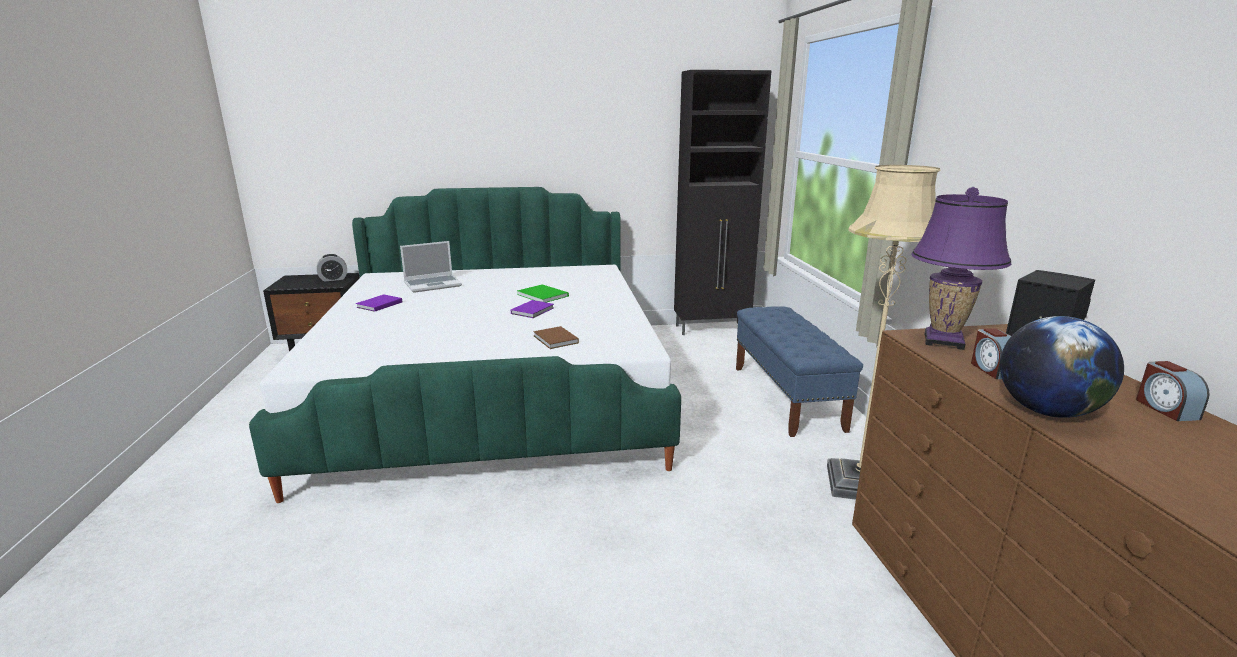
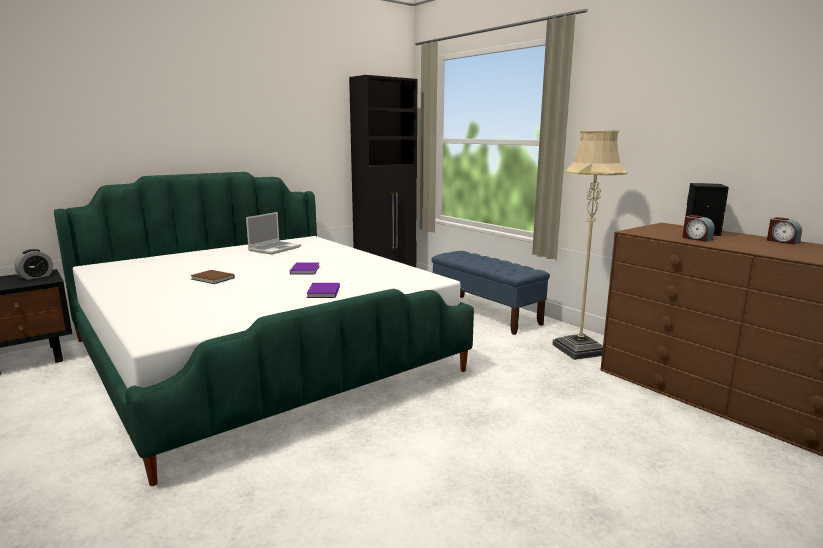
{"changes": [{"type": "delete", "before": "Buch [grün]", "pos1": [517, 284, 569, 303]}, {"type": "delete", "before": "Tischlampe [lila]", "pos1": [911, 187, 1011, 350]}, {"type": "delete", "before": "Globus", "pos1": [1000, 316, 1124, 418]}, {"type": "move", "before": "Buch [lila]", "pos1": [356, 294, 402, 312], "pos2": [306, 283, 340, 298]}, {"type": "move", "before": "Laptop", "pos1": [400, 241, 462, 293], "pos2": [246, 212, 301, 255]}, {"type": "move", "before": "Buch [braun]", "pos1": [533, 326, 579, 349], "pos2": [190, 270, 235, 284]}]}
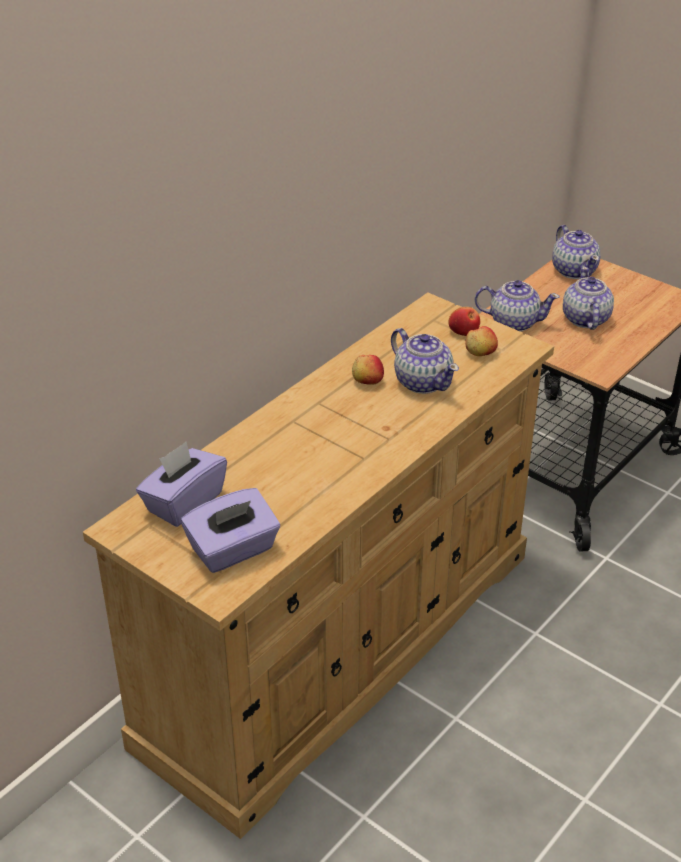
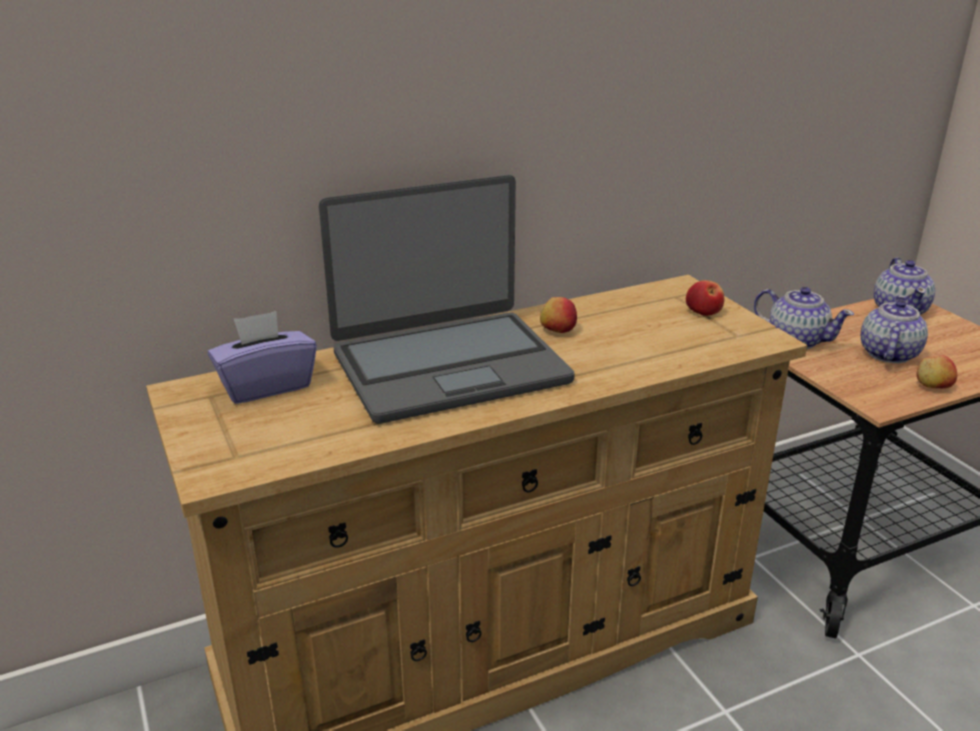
{"changes": [{"type": "delete", "before": "Taschentuchbox [lila]", "pos1": [181, 488, 280, 573]}, {"type": "delete", "before": "Teekanne", "pos1": [391, 328, 459, 394]}, {"type": "insert", "after": "Laptop", "pos2": [319, 175, 575, 424]}, {"type": "move", "before": "Apfel", "pos1": [465, 326, 498, 356], "pos2": [917, 355, 957, 388]}]}
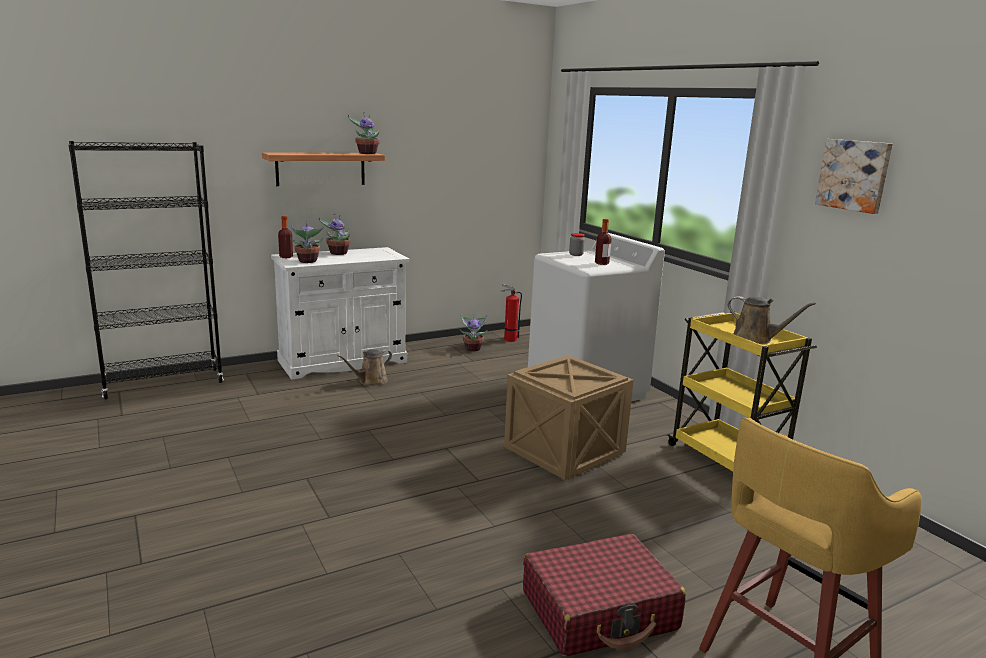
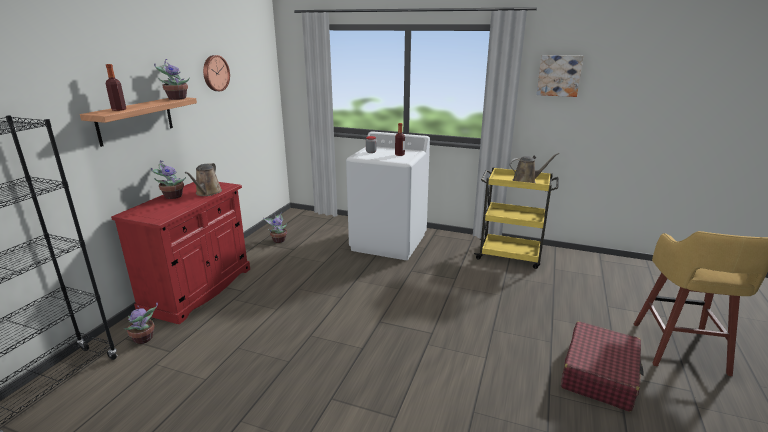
{"changes": [{"type": "delete", "before": "Feuerlöscher", "pos1": [500, 284, 522, 342]}, {"type": "delete", "before": "Kiste", "pos1": [504, 355, 634, 480]}, {"type": "insert", "after": "Wanduhr", "pos2": [203, 55, 230, 91]}, {"type": "move", "before": "Flasche", "pos1": [278, 216, 293, 258], "pos2": [106, 64, 126, 111]}, {"type": "move", "before": "Topfpflanze", "pos1": [290, 224, 324, 263], "pos2": [124, 303, 158, 344]}, {"type": "move", "before": "Gießkanne [braun]", "pos1": [337, 349, 392, 386], "pos2": [185, 163, 222, 196]}, {"type": "recolor", "before": "Schrank [weiß]", "after": "Schrank [rot]", "pos1": [271, 247, 410, 380], "pos2": [111, 182, 250, 324]}]}
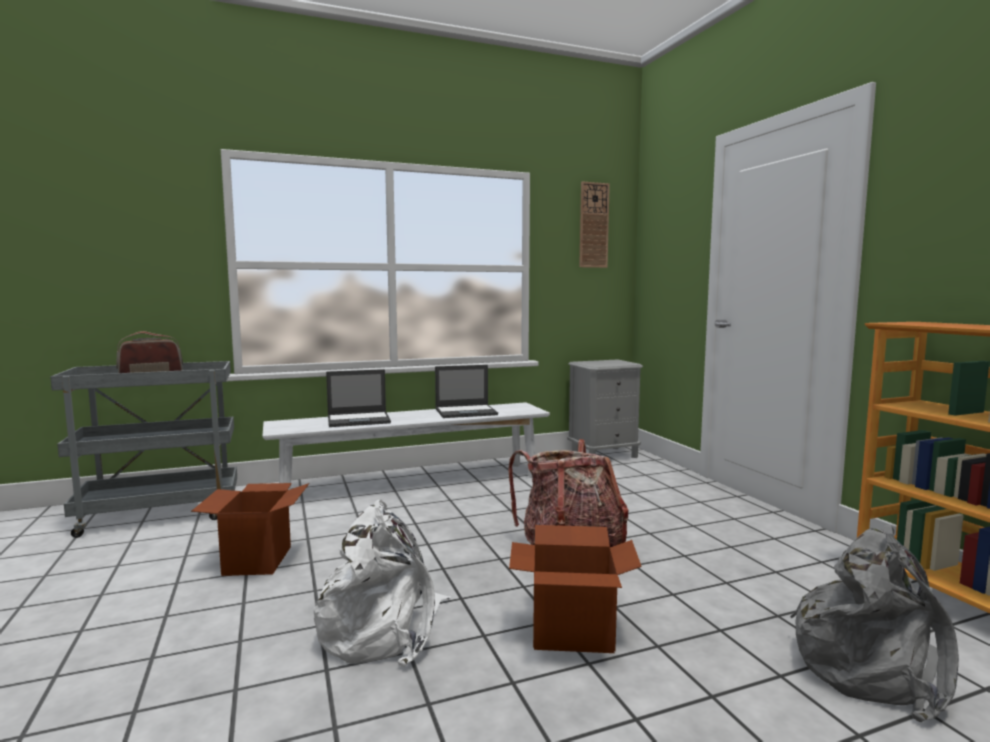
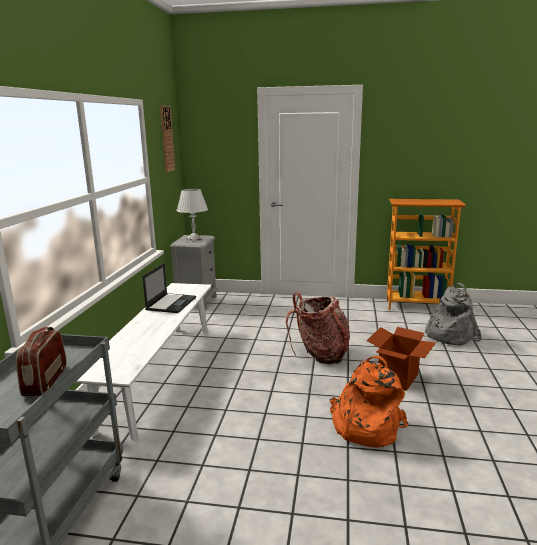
{"changes": [{"type": "delete", "before": "Karton", "pos1": [191, 483, 309, 576]}, {"type": "delete", "before": "Laptop", "pos1": [326, 369, 391, 427]}, {"type": "insert", "after": "Tischlampe [weiß]", "pos2": [176, 189, 208, 241]}, {"type": "recolor", "before": "Rucksack [weiß]", "after": "Rucksack [orange]", "pos1": [314, 499, 451, 667], "pos2": [329, 356, 409, 448]}]}
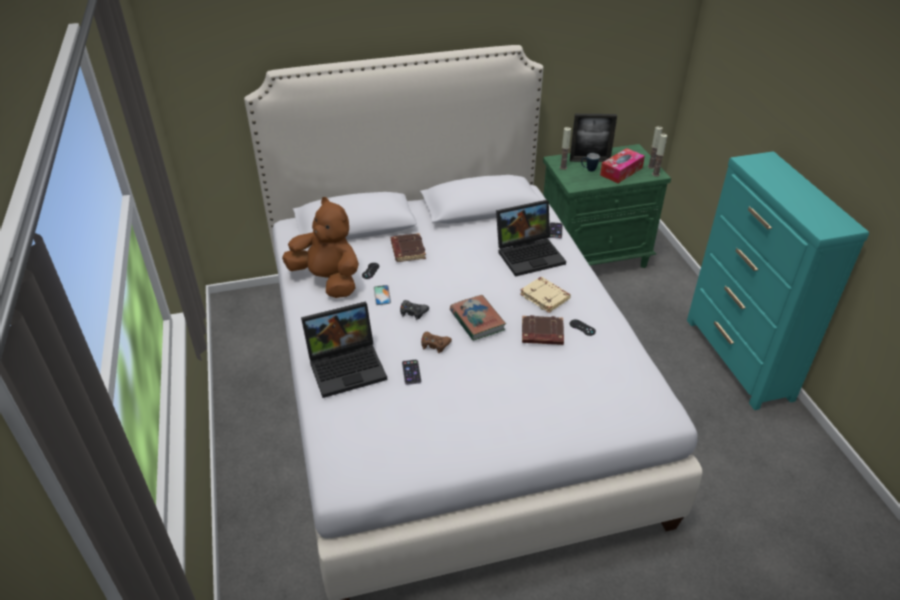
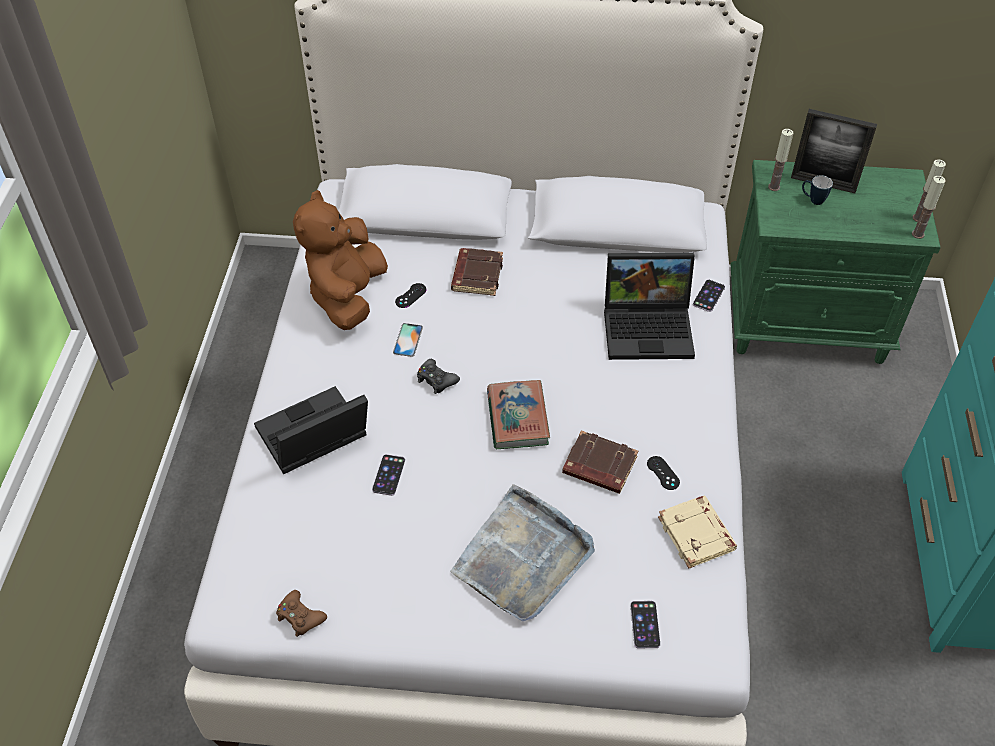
{"changes": [{"type": "delete", "before": "Taschentuchbox", "pos1": [600, 148, 645, 183]}, {"type": "insert", "after": "Tablett [grau]", "pos2": [450, 484, 595, 621]}, {"type": "insert", "after": "Handy", "pos2": [630, 601, 660, 649]}, {"type": "move", "before": "Gamepad [braun]", "pos1": [421, 332, 452, 353], "pos2": [276, 590, 327, 637]}, {"type": "move", "before": "Buch [beige]", "pos1": [520, 277, 571, 313], "pos2": [658, 496, 737, 568]}, {"type": "rotate", "before": "Plüschtier [braun]", "pos1": [282, 197, 359, 298], "pos2": [293, 190, 388, 330], "turn": -135}, {"type": "rotate", "before": "Laptop", "pos1": [301, 301, 387, 398], "pos2": [254, 386, 368, 474], "turn": 150}]}
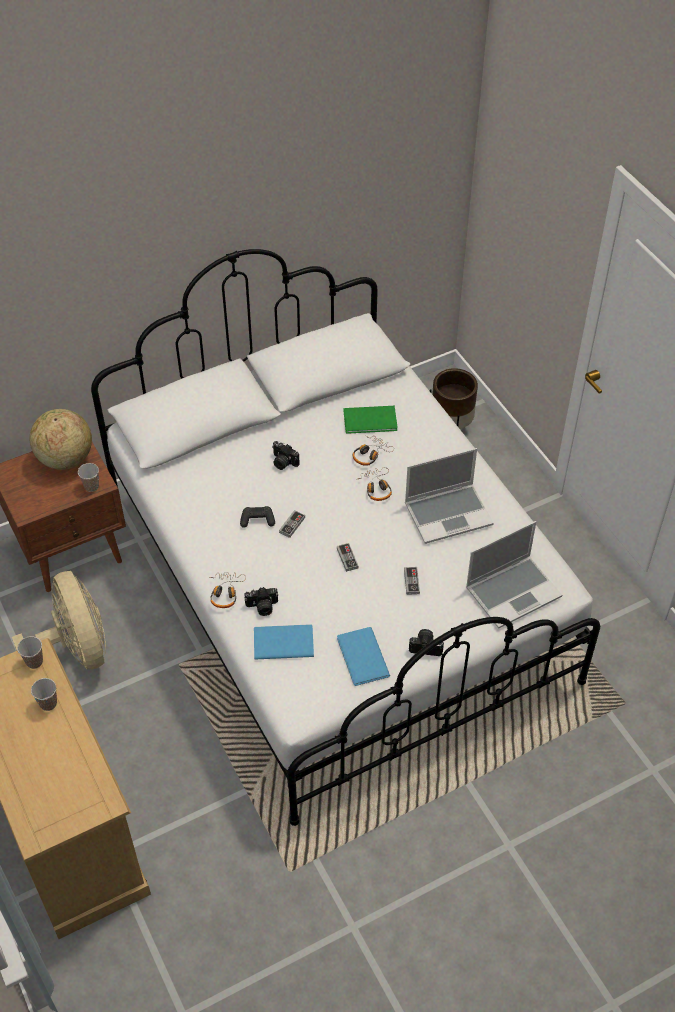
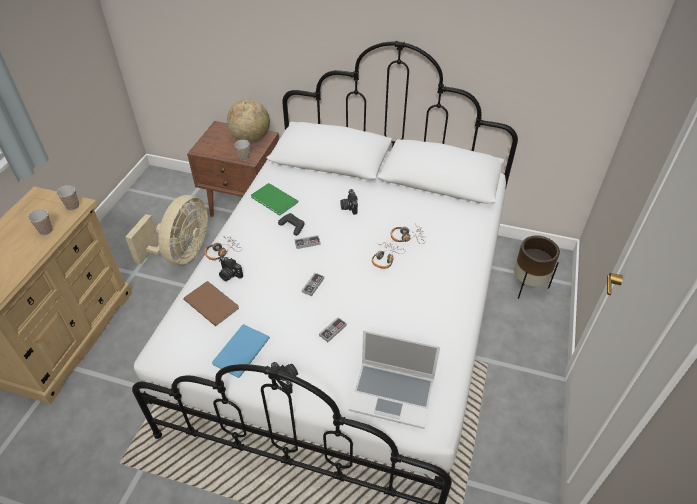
{"changes": [{"type": "delete", "before": "Laptop", "pos1": [405, 448, 494, 544]}, {"type": "move", "before": "Buch [grün]", "pos1": [343, 406, 398, 434], "pos2": [251, 183, 299, 215]}, {"type": "recolor", "before": "Buch [blau]", "after": "Buch [braun]", "pos1": [254, 624, 314, 660], "pos2": [183, 281, 239, 326]}]}
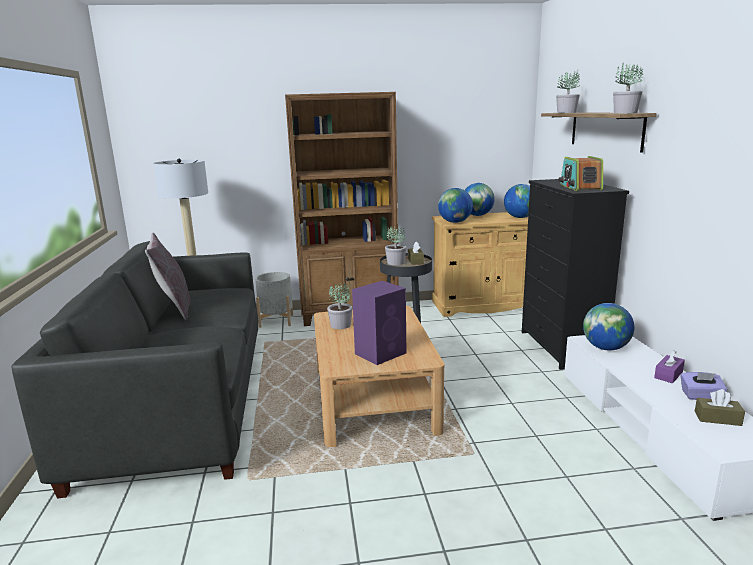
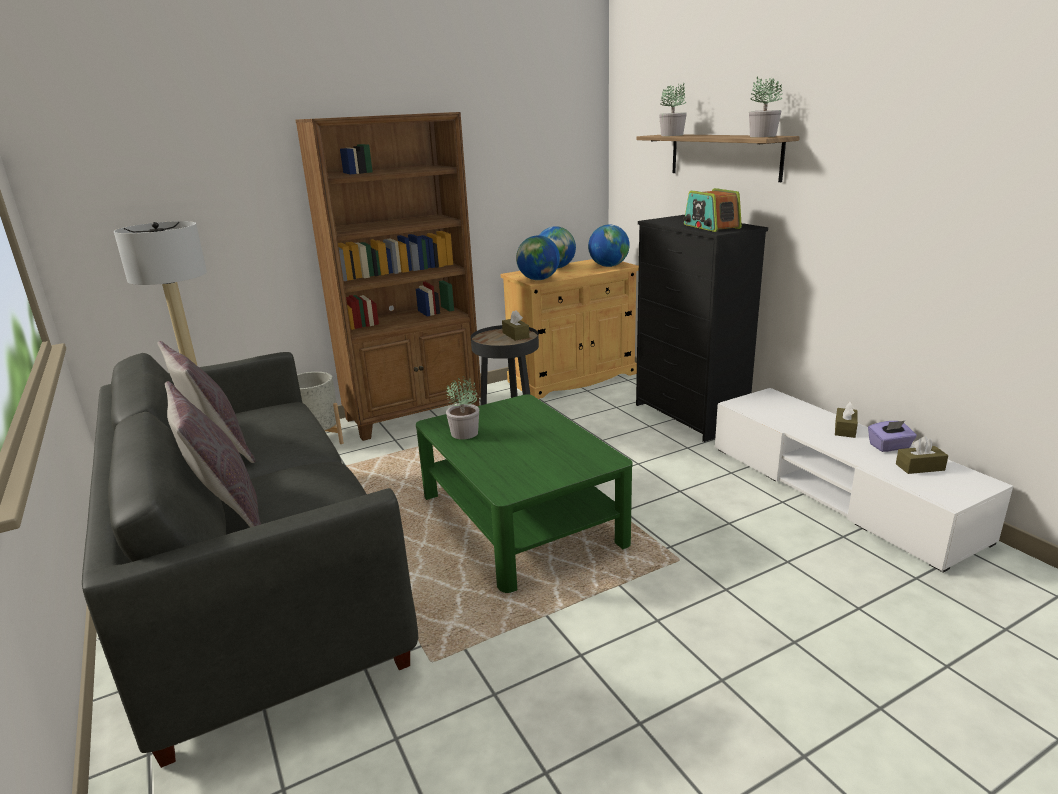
{"changes": [{"type": "delete", "before": "Lautsprecher [lila]", "pos1": [352, 281, 406, 365]}, {"type": "delete", "before": "Topfpflanze", "pos1": [385, 226, 406, 265]}, {"type": "delete", "before": "Globus", "pos1": [583, 303, 634, 351]}, {"type": "insert", "after": "Kissen [grau]", "pos2": [165, 381, 261, 527]}, {"type": "recolor", "before": "Couchtisch [beige]", "after": "Couchtisch [grün]", "pos1": [314, 306, 445, 447], "pos2": [416, 394, 632, 593]}, {"type": "recolor", "before": "Taschentuchbox [lila]", "after": "Taschentuchbox [braun]", "pos1": [654, 350, 685, 383], "pos2": [835, 402, 858, 438]}]}
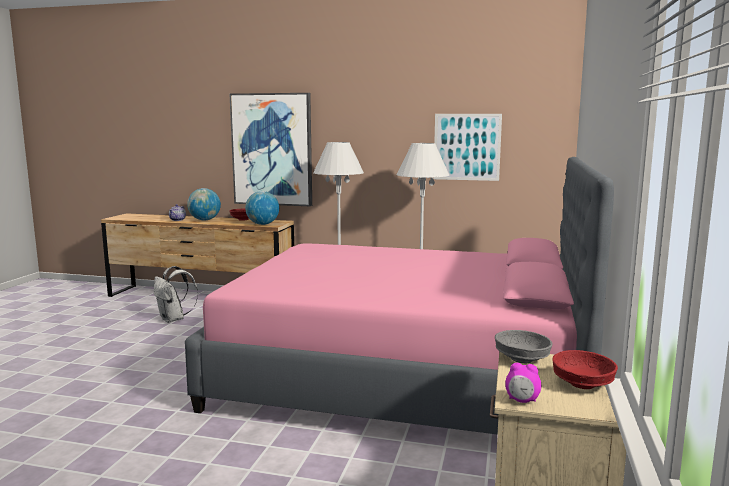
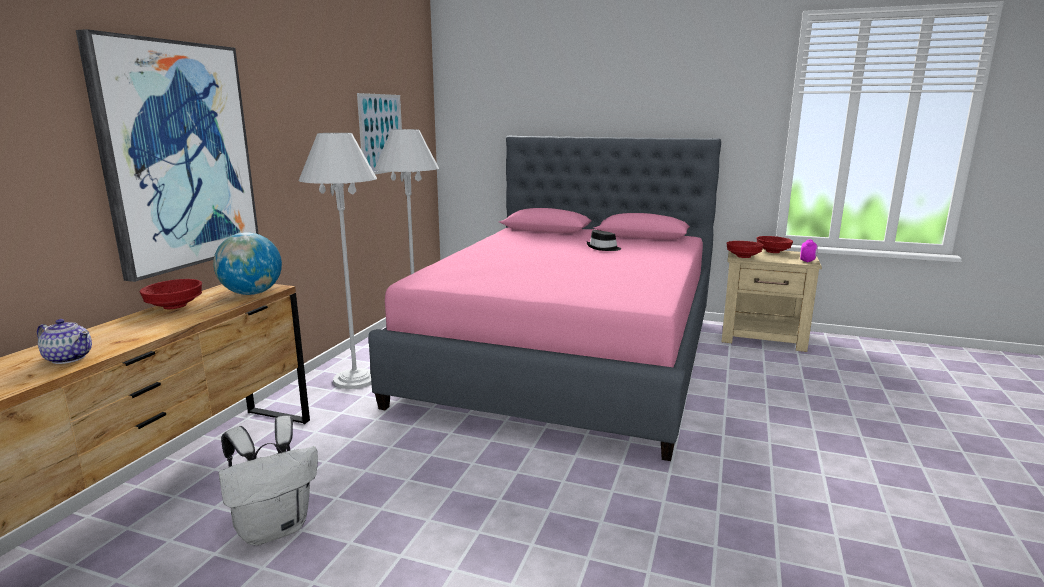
{"changes": [{"type": "delete", "before": "Globus", "pos1": [187, 188, 221, 220]}, {"type": "insert", "after": "Hut [schwarz]", "pos2": [587, 230, 621, 251]}, {"type": "recolor", "before": "Schüssel [grau]", "after": "Schüssel [rot]", "pos1": [495, 330, 552, 363], "pos2": [726, 241, 764, 258]}]}
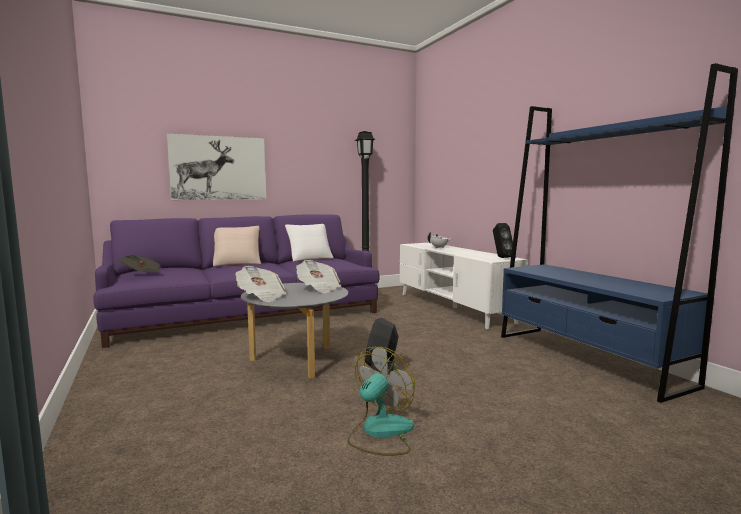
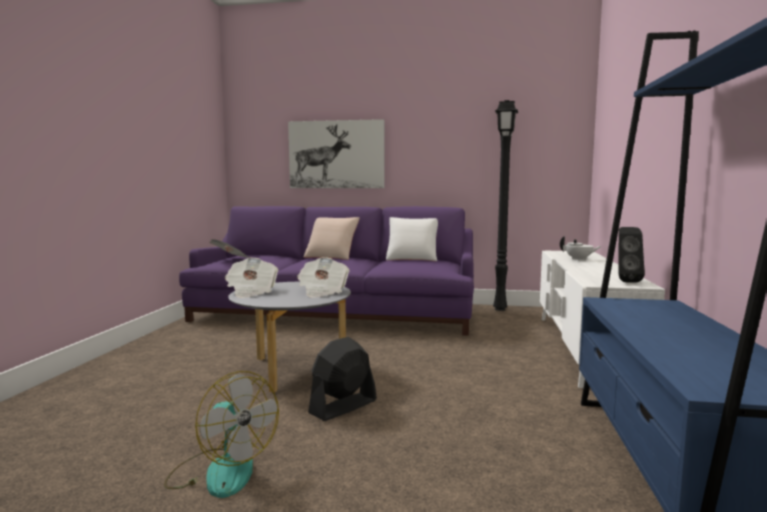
{"changes": [{"type": "rotate", "before": "Ventilator", "pos1": [348, 347, 415, 456], "pos2": [164, 371, 279, 498], "turn": 60}]}
